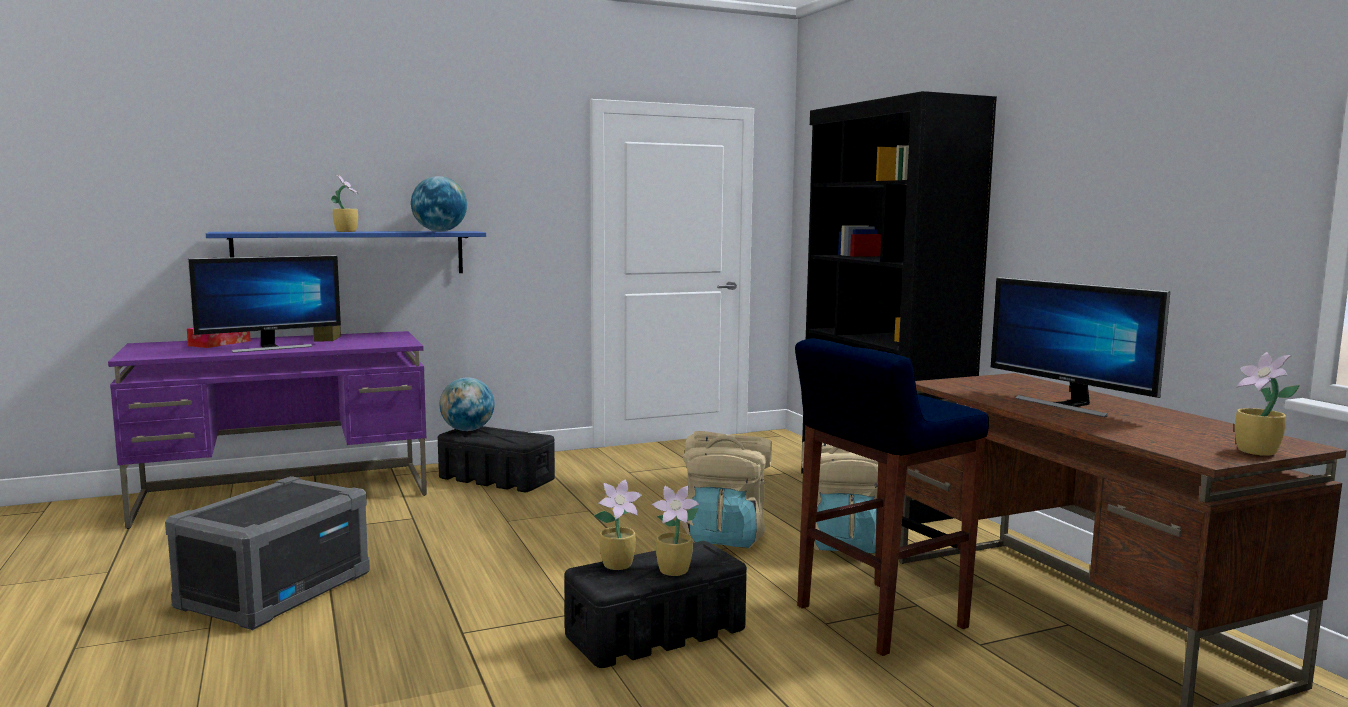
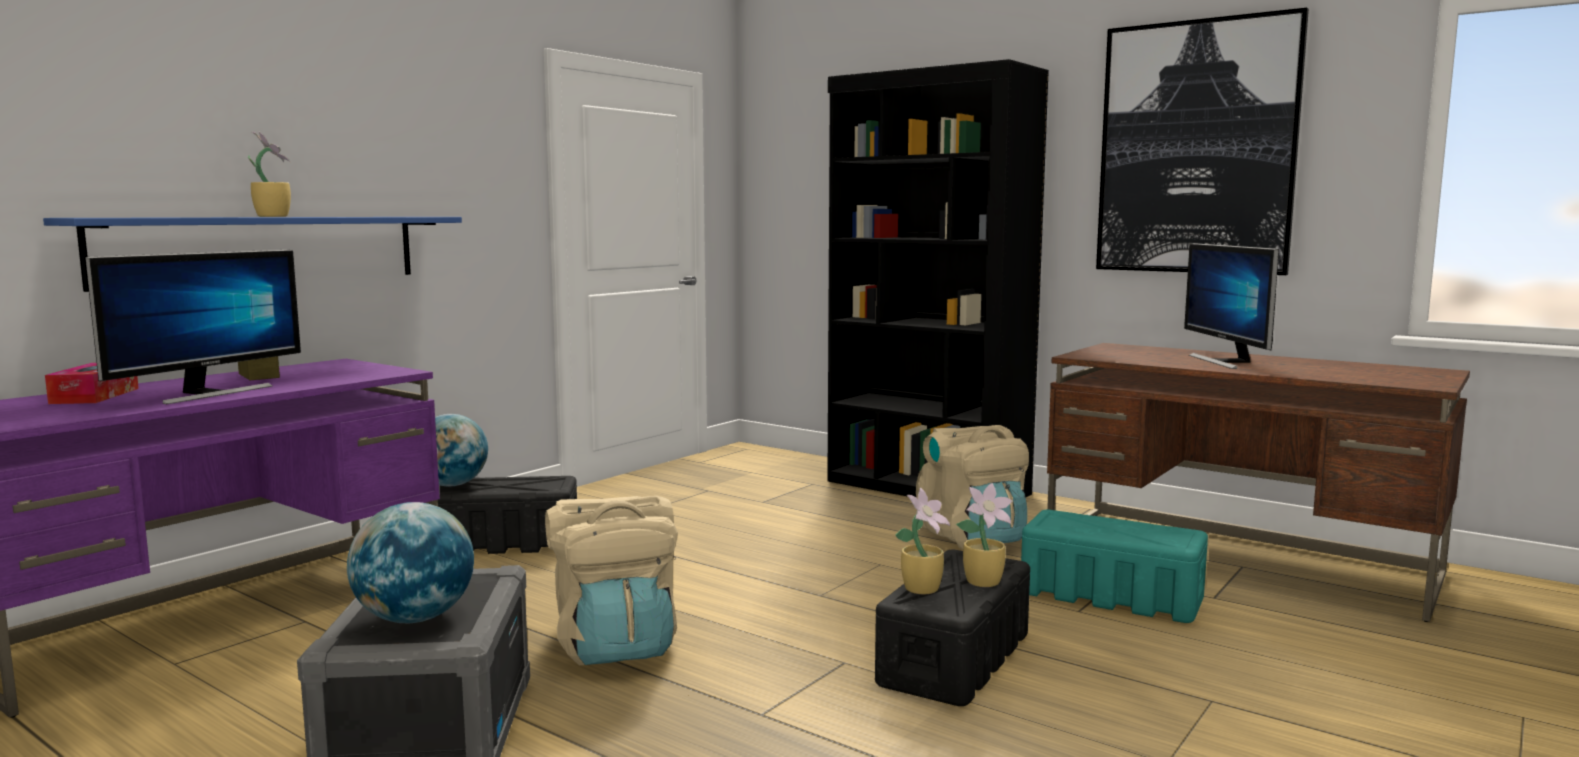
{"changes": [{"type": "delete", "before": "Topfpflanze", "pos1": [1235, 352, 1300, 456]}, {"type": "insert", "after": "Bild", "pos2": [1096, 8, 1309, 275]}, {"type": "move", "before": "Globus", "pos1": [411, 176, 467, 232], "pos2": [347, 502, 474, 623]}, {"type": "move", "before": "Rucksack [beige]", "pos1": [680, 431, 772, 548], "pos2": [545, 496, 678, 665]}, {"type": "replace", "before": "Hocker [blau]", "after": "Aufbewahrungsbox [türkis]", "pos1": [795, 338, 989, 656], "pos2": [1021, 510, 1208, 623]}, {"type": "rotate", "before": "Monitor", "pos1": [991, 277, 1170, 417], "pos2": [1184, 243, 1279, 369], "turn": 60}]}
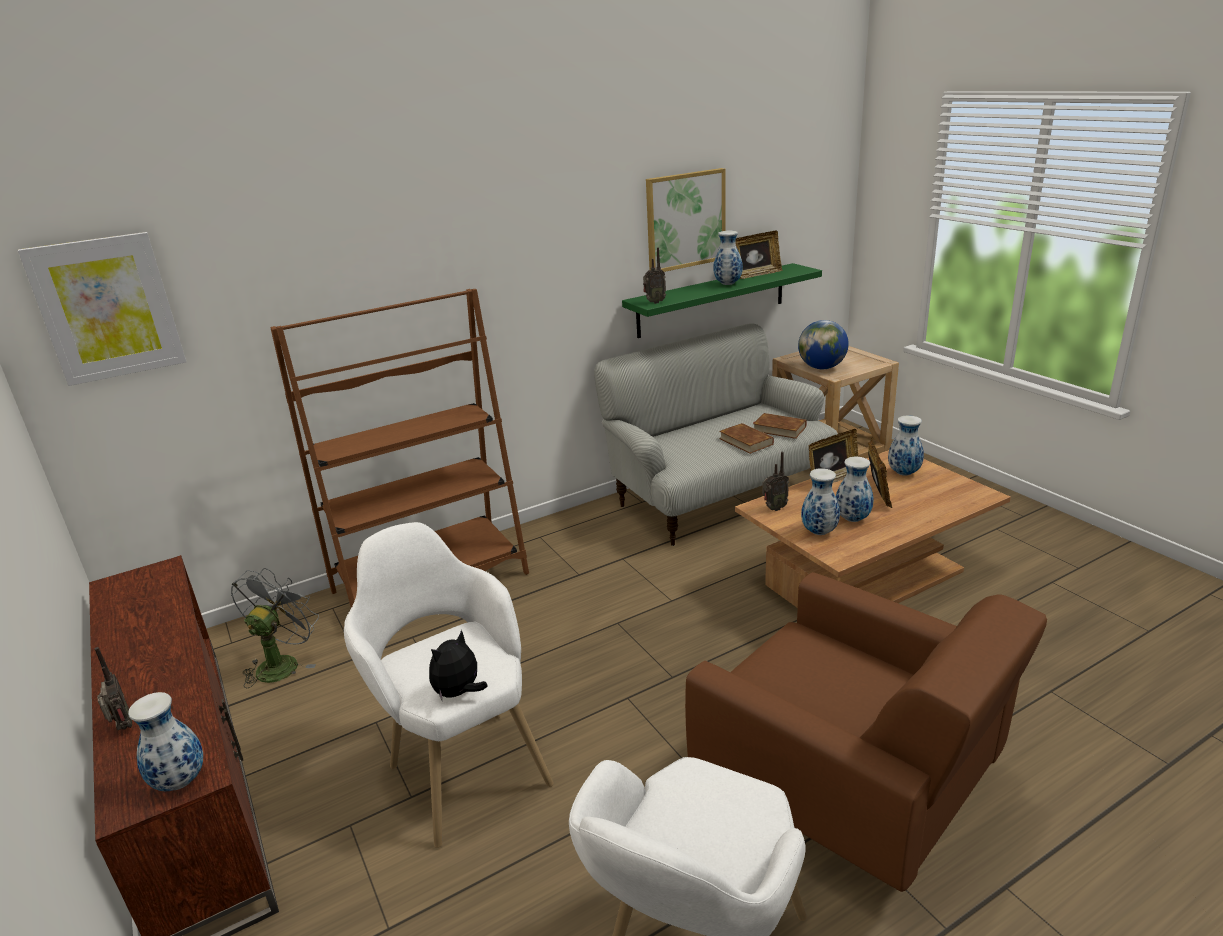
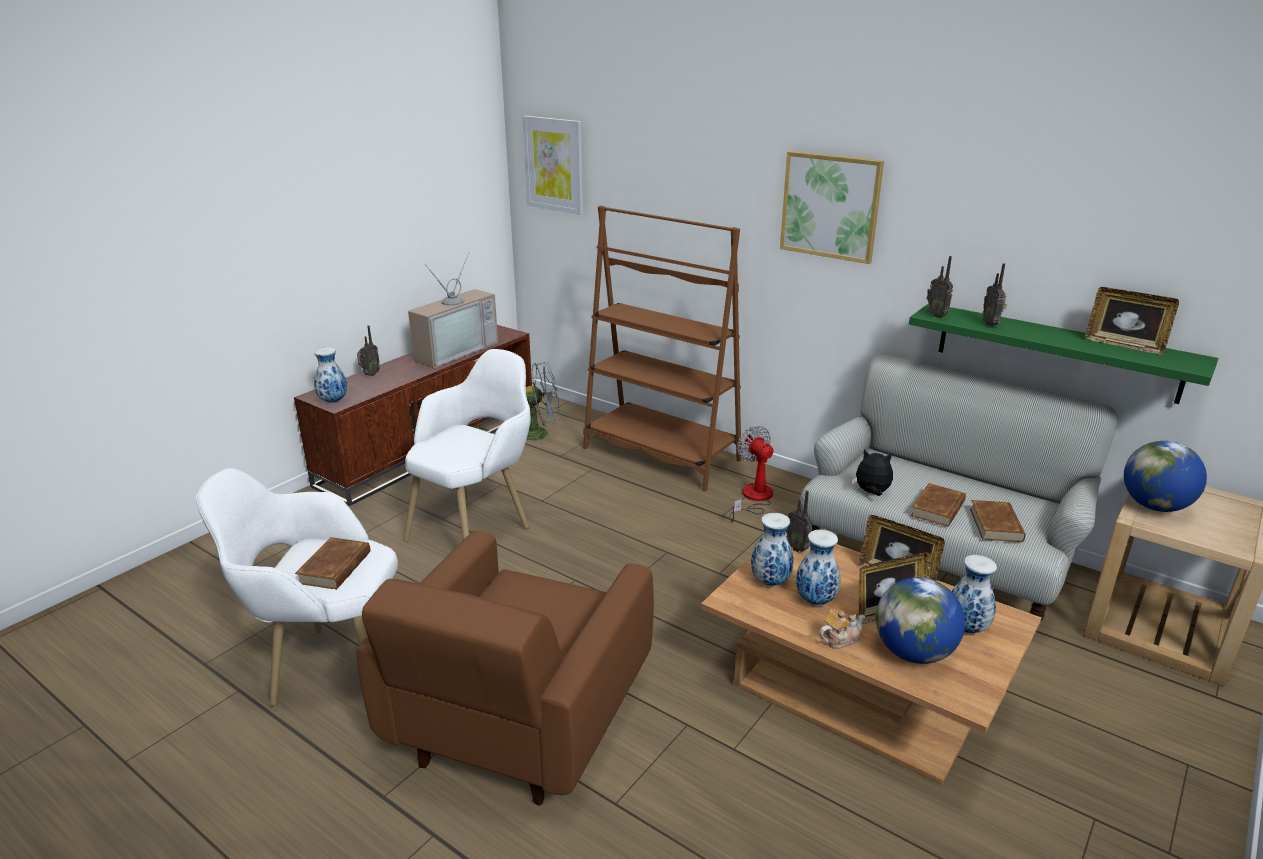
{"changes": [{"type": "delete", "before": "Vase", "pos1": [713, 231, 743, 285]}, {"type": "insert", "after": "Buch [braun]", "pos2": [295, 537, 370, 590]}, {"type": "insert", "after": "Fernseher", "pos2": [408, 253, 498, 368]}, {"type": "insert", "after": "Ventilator", "pos2": [729, 426, 773, 523]}, {"type": "insert", "after": "Teekanne", "pos2": [819, 609, 865, 649]}, {"type": "insert", "after": "Globus", "pos2": [876, 577, 965, 664]}, {"type": "insert", "after": "Radio", "pos2": [982, 263, 1007, 326]}, {"type": "move", "before": "Plüschtier", "pos1": [429, 630, 488, 700], "pos2": [852, 449, 893, 496]}, {"type": "move", "before": "Bild", "pos1": [646, 168, 725, 272], "pos2": [780, 151, 884, 264]}]}
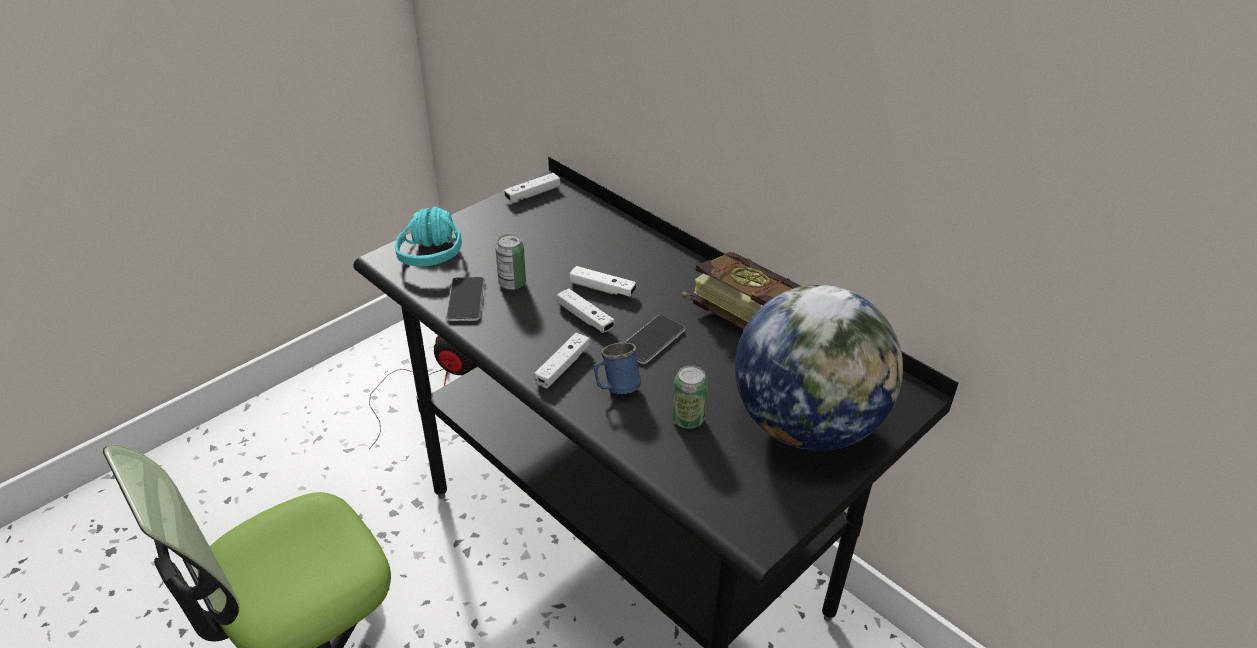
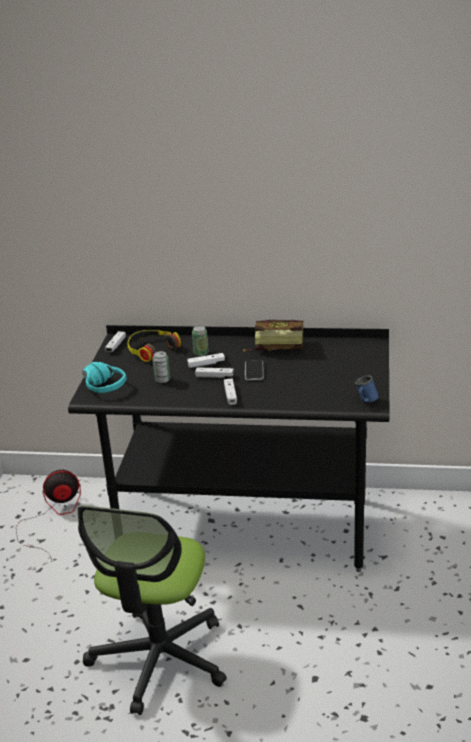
{"changes": [{"type": "delete", "before": "Handy", "pos1": [446, 277, 485, 321]}, {"type": "delete", "before": "Globus", "pos1": [735, 285, 903, 451]}, {"type": "insert", "after": "Kopfhörer", "pos2": [128, 330, 181, 362]}, {"type": "move", "before": "Henkelbecher [blau]", "pos1": [593, 342, 641, 394], "pos2": [355, 375, 379, 403]}, {"type": "move", "before": "Dose", "pos1": [672, 365, 708, 429], "pos2": [192, 326, 209, 356]}]}
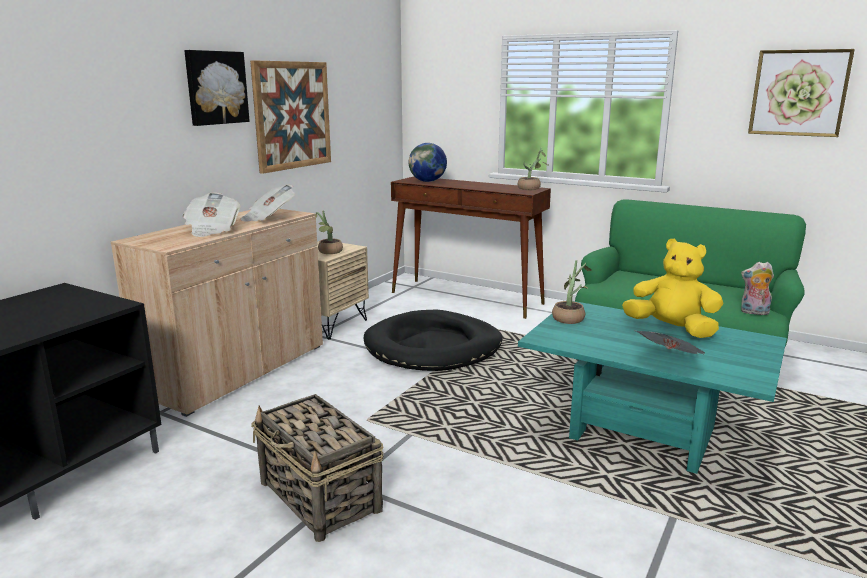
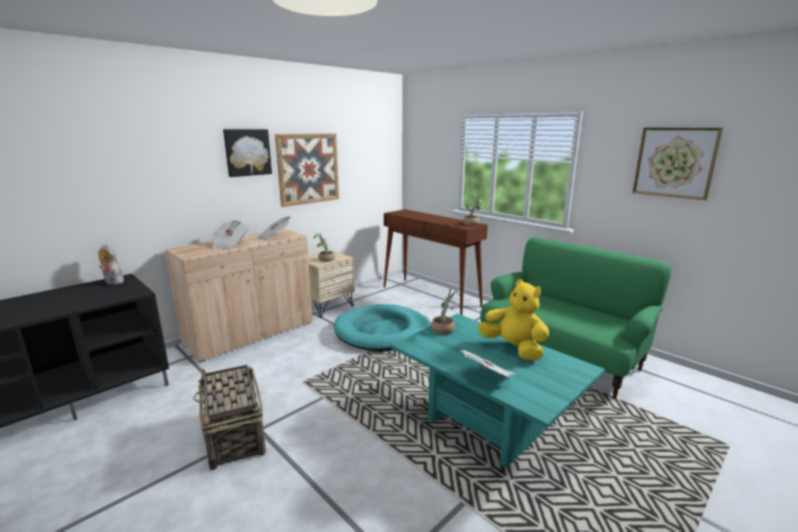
{"changes": [{"type": "delete", "before": "Globus", "pos1": [409, 143, 447, 182]}, {"type": "move", "before": "Plüschtier", "pos1": [741, 262, 774, 315], "pos2": [98, 244, 124, 285]}, {"type": "recolor", "before": "Hundebett [schwarz]", "after": "Hundebett [türkis]", "pos1": [364, 310, 503, 371], "pos2": [334, 304, 431, 351]}]}
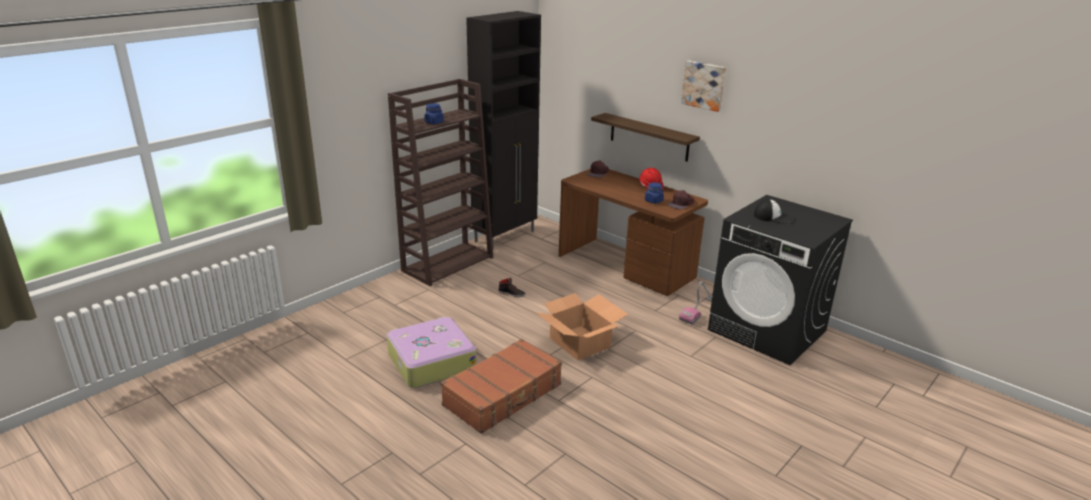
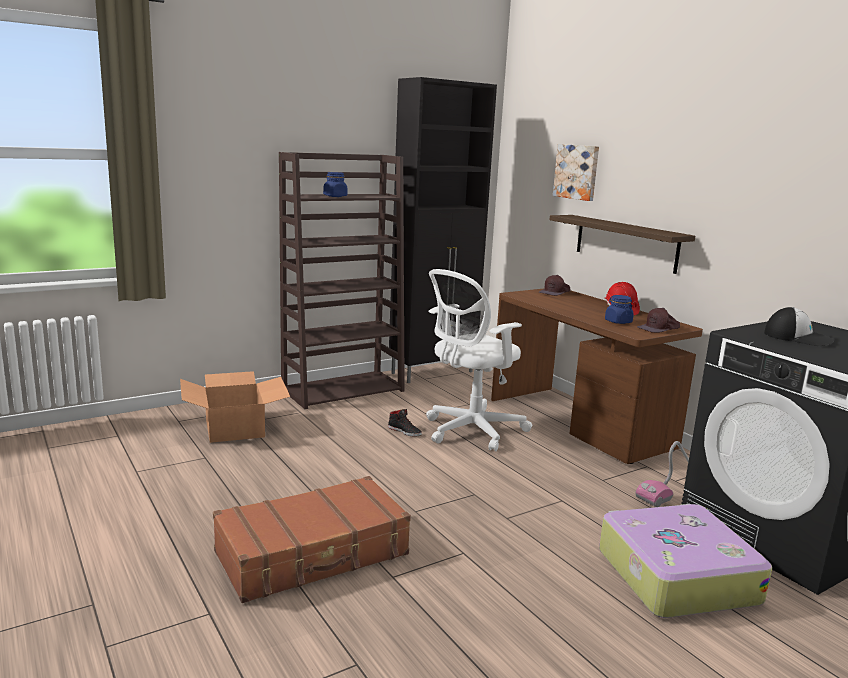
{"changes": [{"type": "insert", "after": "Bürostuhl [weiß]", "pos2": [426, 269, 532, 451]}, {"type": "move", "before": "Koffer", "pos1": [387, 317, 476, 388], "pos2": [599, 504, 772, 618]}, {"type": "move", "before": "Karton", "pos1": [536, 293, 628, 360], "pos2": [180, 371, 290, 443]}, {"type": "move", "before": "Bild", "pos1": [681, 60, 726, 112], "pos2": [553, 144, 599, 201]}]}
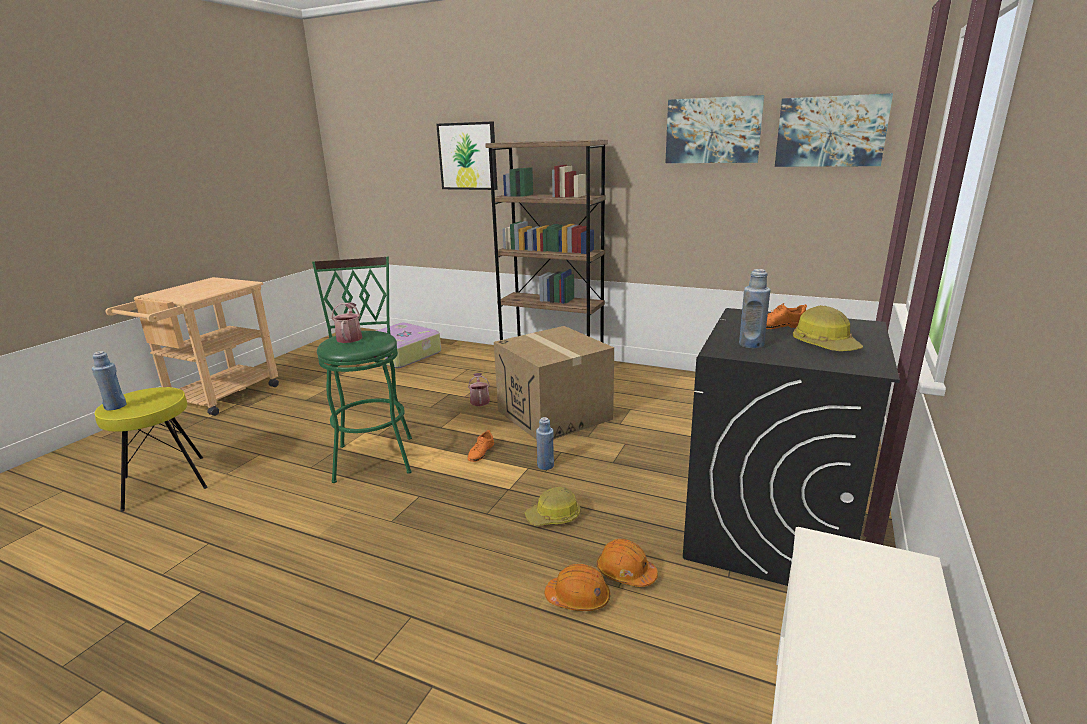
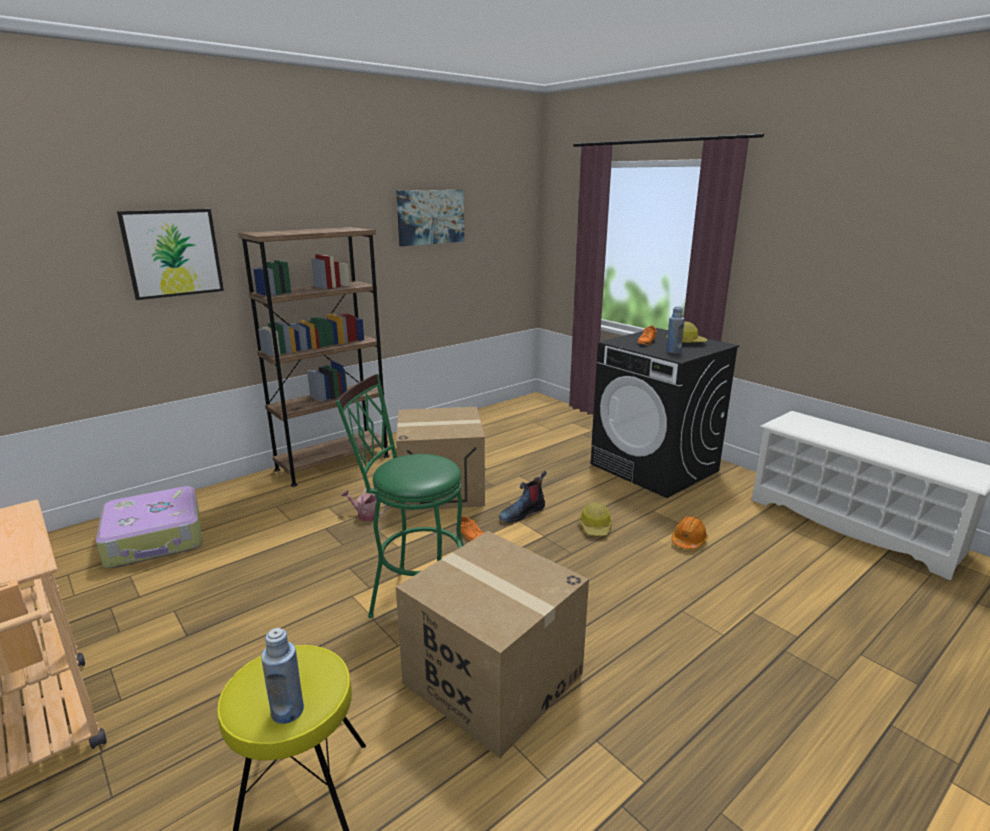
{"changes": [{"type": "delete", "before": "Gießkanne", "pos1": [331, 302, 362, 343]}, {"type": "delete", "before": "Schutzhelm [orange]", "pos1": [597, 539, 658, 587]}, {"type": "delete", "before": "Bild", "pos1": [775, 93, 893, 167]}, {"type": "insert", "after": "Karton", "pos2": [396, 531, 589, 758]}, {"type": "replace", "before": "Flasche [blau]", "after": "Stiefel", "pos1": [536, 417, 554, 470], "pos2": [499, 471, 547, 522]}]}
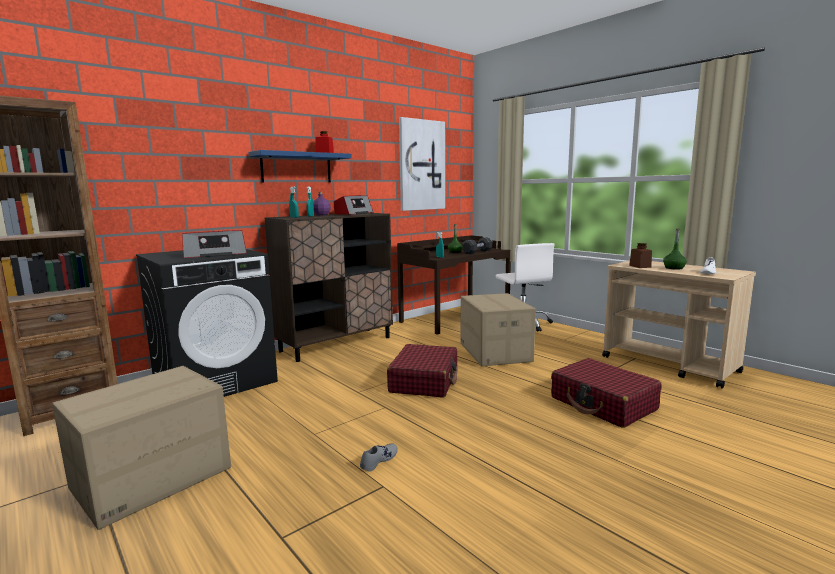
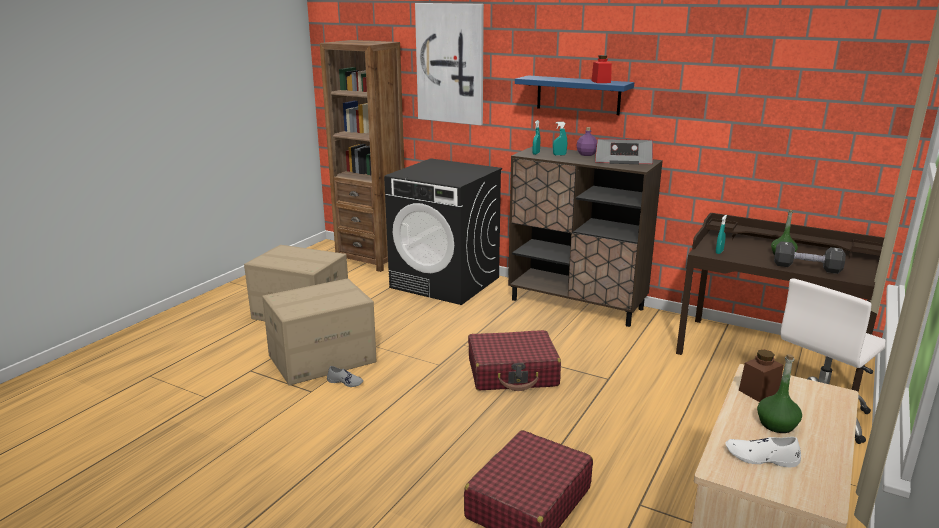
{"changes": [{"type": "delete", "before": "Radio", "pos1": [182, 230, 247, 258]}, {"type": "move", "before": "Bild", "pos1": [399, 117, 445, 211], "pos2": [415, 3, 484, 125]}, {"type": "move", "before": "Karton", "pos1": [461, 293, 536, 366], "pos2": [262, 278, 377, 386]}]}
